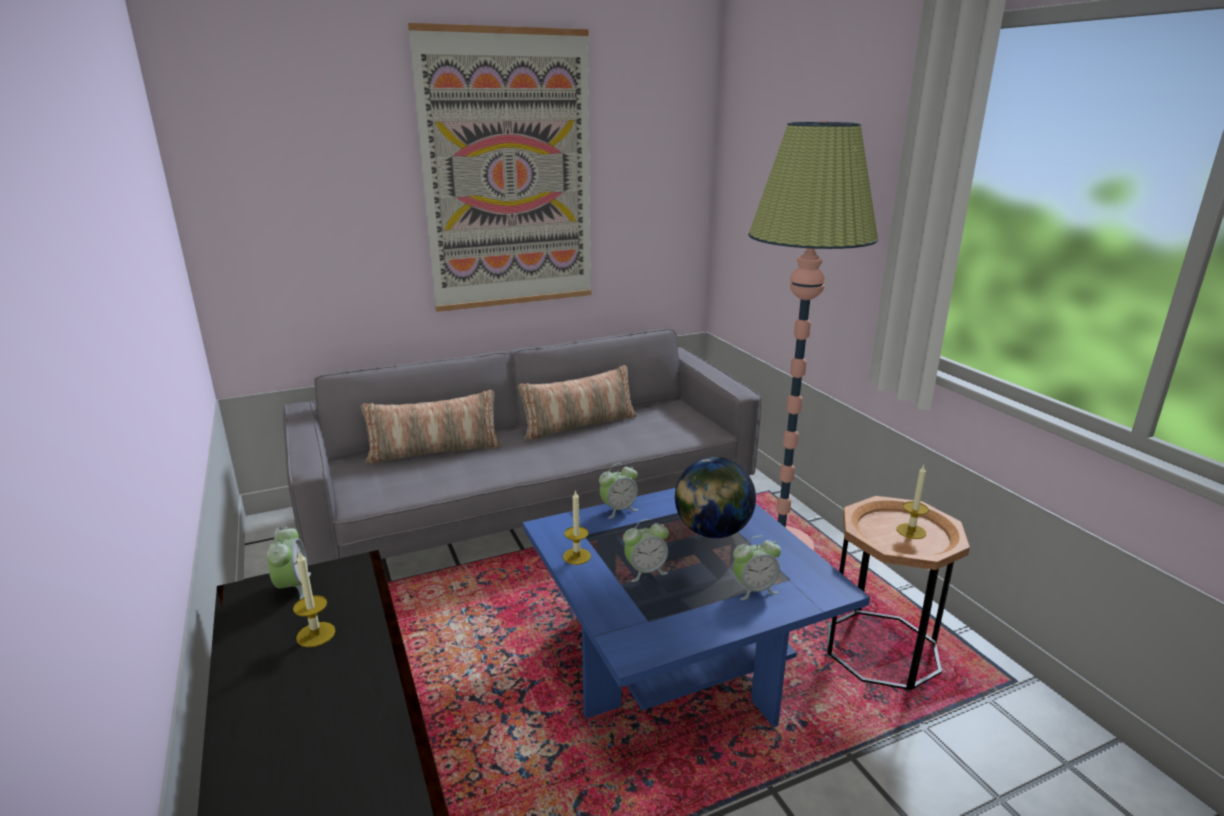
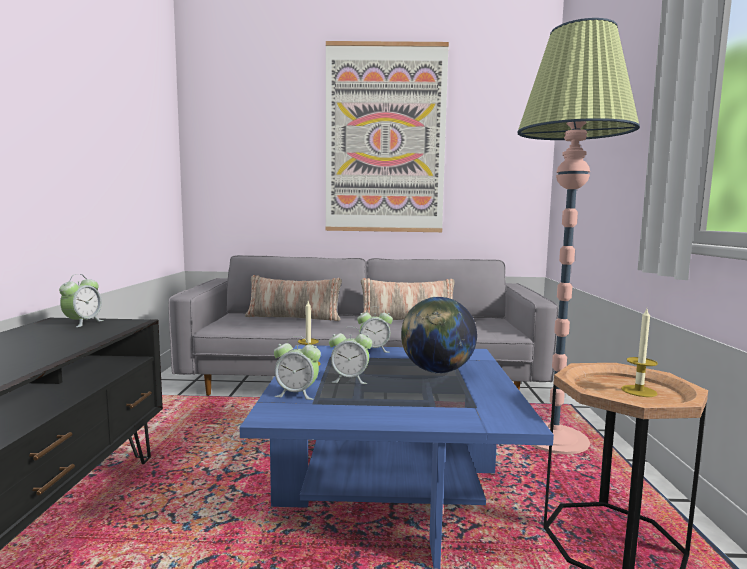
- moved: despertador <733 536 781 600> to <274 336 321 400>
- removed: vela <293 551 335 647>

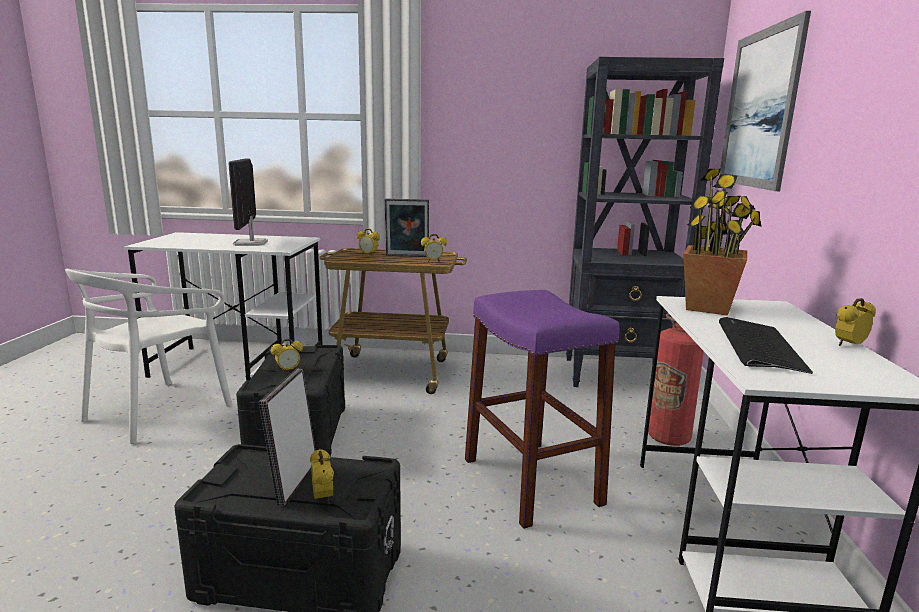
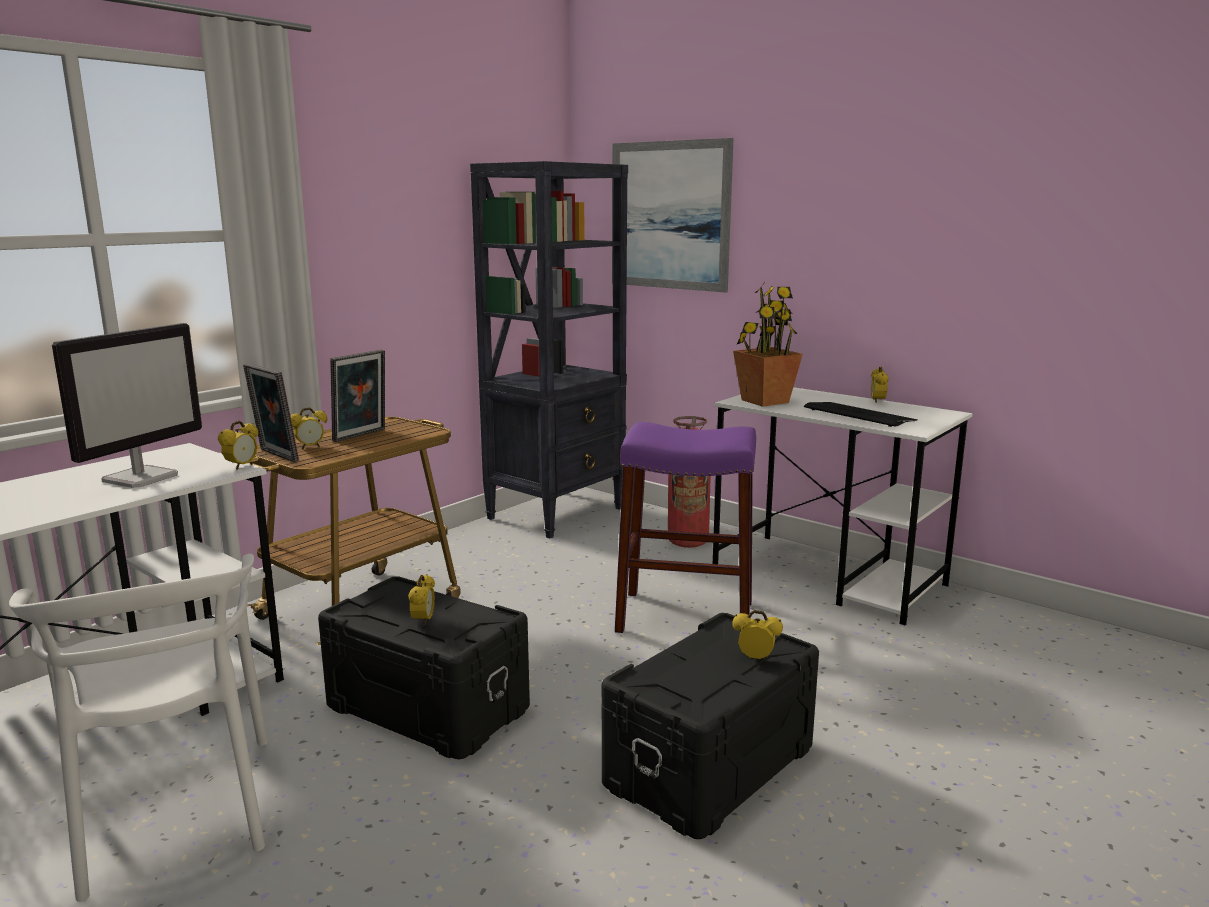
- turned: monitor <228 158 268 246> = <52 323 202 488> 90 degrees counterclockwise
- moved: despertador <421 234 447 262> to <218 420 258 469>
- moved: portarretratos <259 369 316 506> to <243 363 299 462>

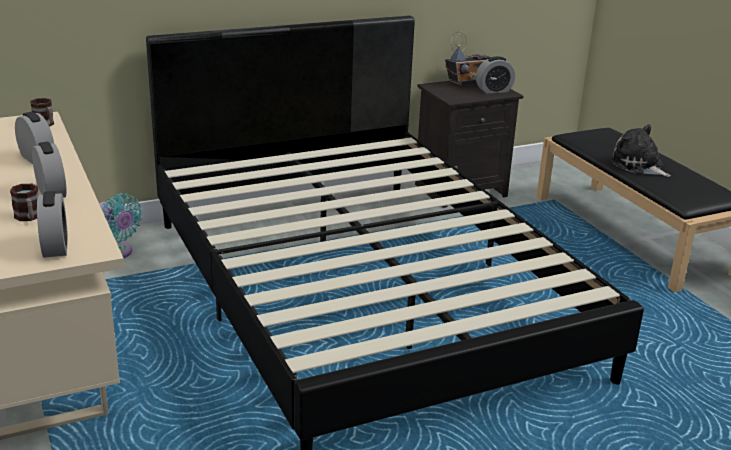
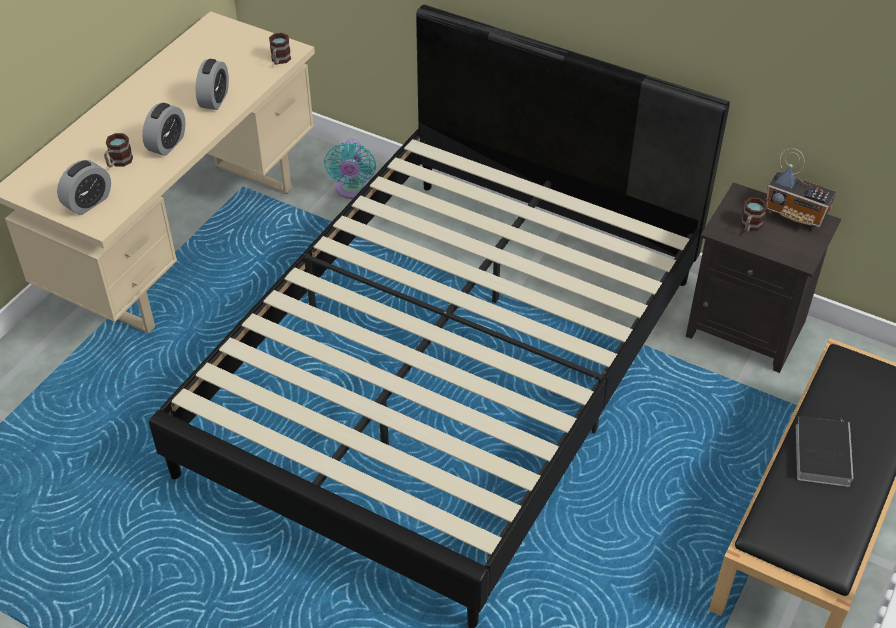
- removed: despertador <476 56 515 93>
- replaced: peluche <610 125 671 177> to libro <796 416 853 487>
- added: taza grande <740 197 767 232>

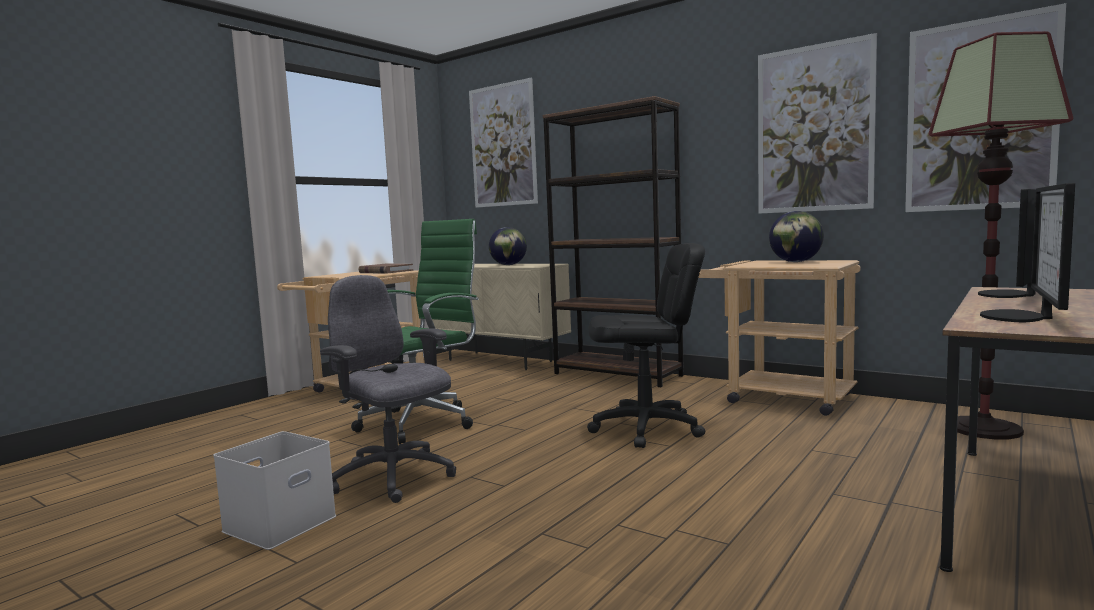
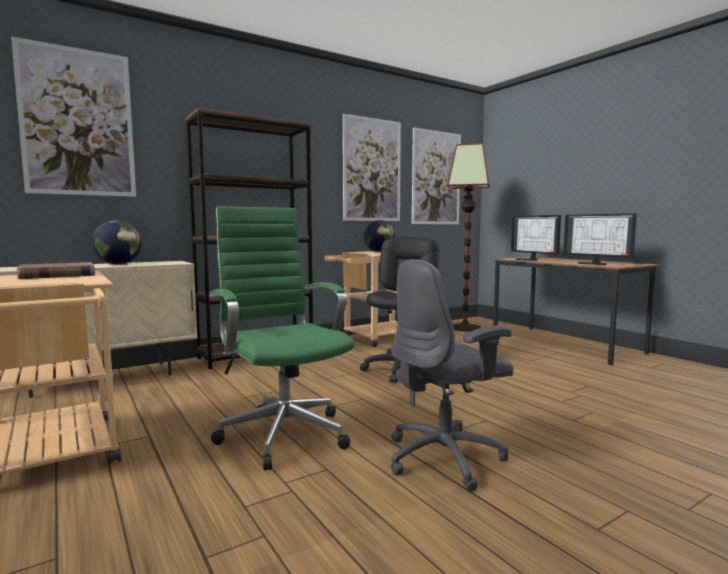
- removed: caja de almacenaje (blanco) <213 431 336 550>

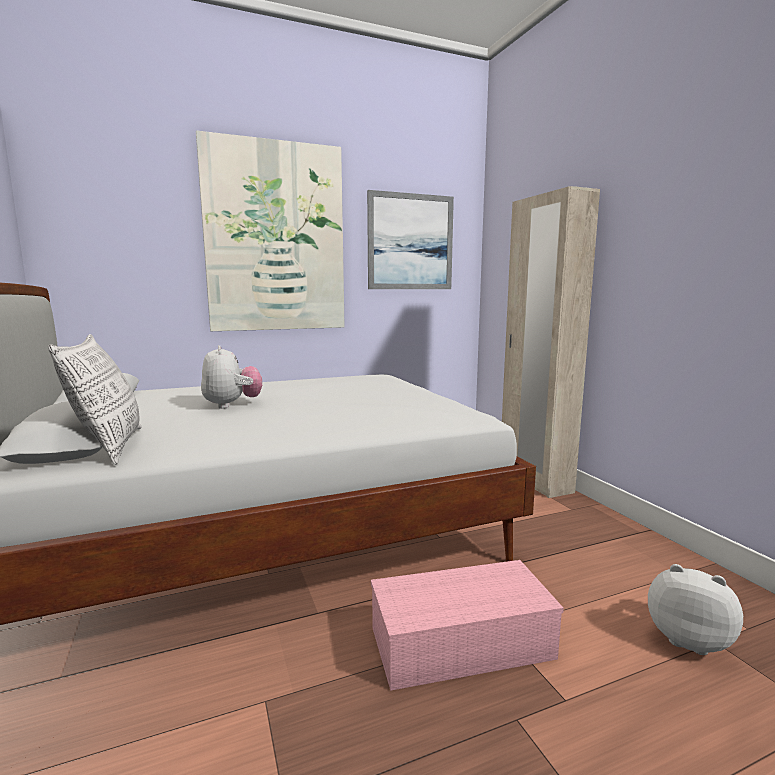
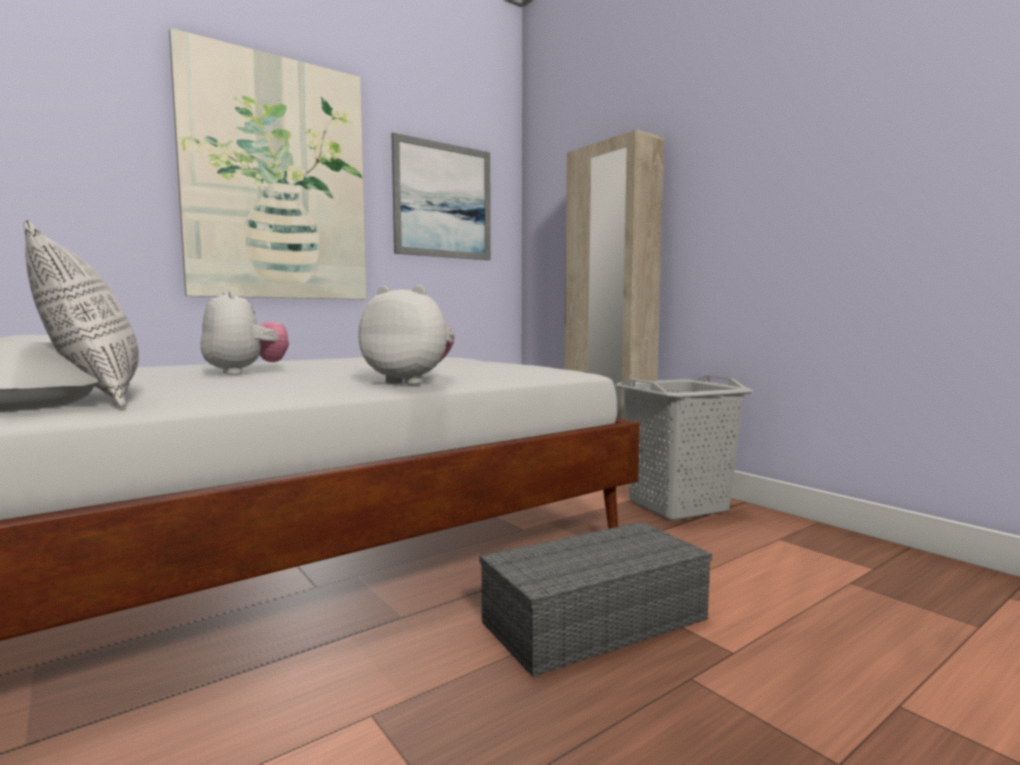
- recoloured: caja de almacenaje (rosa) <371 560 564 691> to caja de almacenaje (gris) <479 522 712 677>
- moved: peluche <648 564 743 655> to <358 285 455 385>
- added: cesto de la ropa (gris) <616 375 753 520>

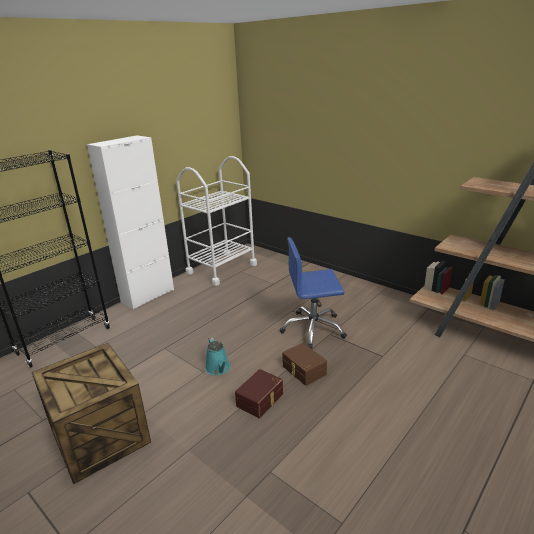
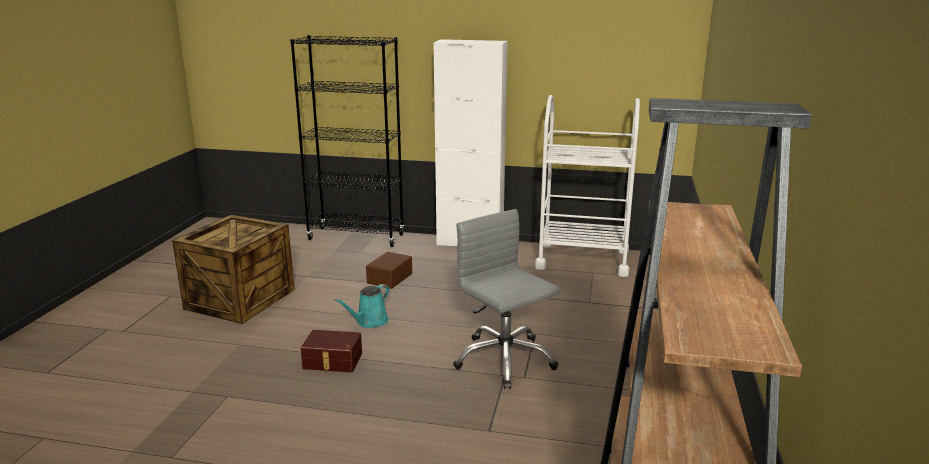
- recoloured: silla de oficina (azul) <280 237 347 349> to silla de oficina (gris) <453 209 560 389>
- moved: caja de almacenaje (marrón) <282 343 327 386> to <366 252 412 289>

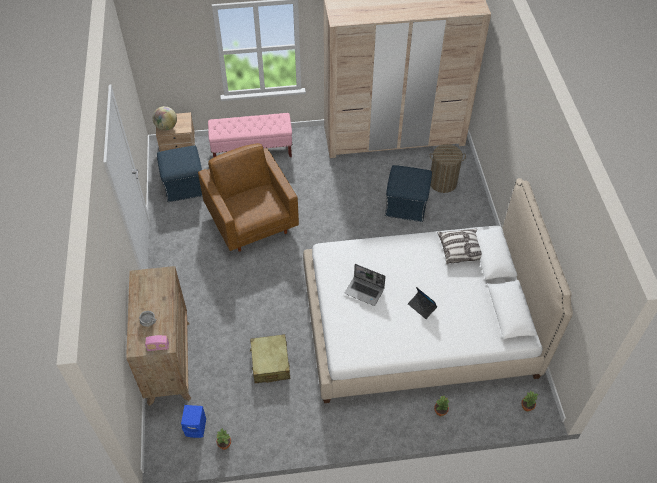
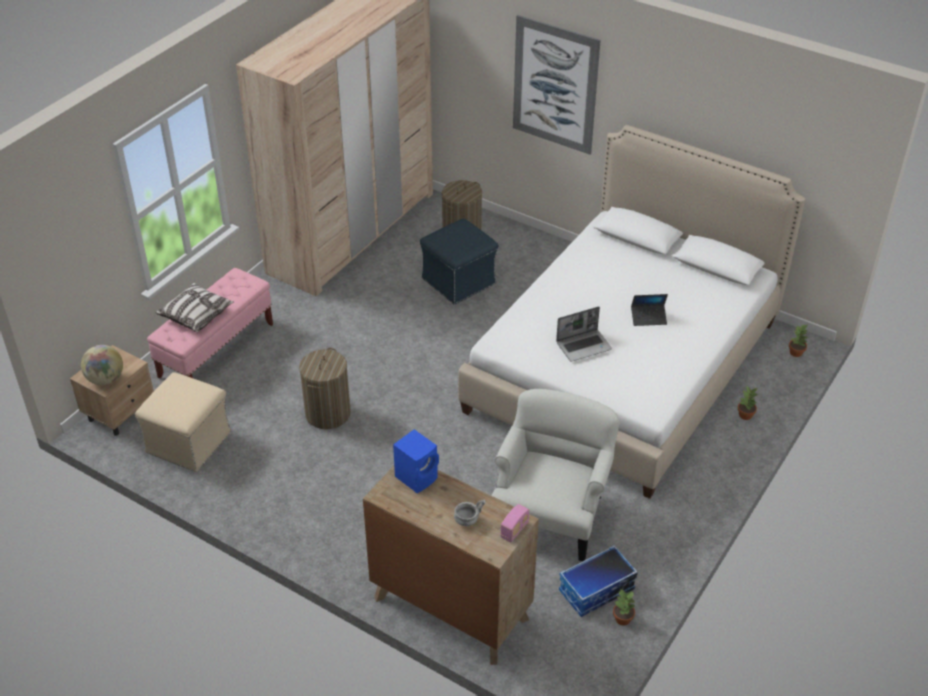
- replaced: sillón (marrón) <198 143 299 252> to cesto de la ropa <299 348 351 429>
- recoloured: puf (azul) <157 145 202 202> to puf (beis) <135 372 231 472>
- moved: cojín <437 228 482 264> to <155 283 234 333>
- replaced: maleta (beis) <250 334 290 383> to sillón (blanco) <492 389 620 561>
- moved: altavoz (azul) <181 405 206 438> to <393 429 439 493>
- added: cuadro <513 15 601 155>
- added: caja de almacenaje <559 545 638 617>

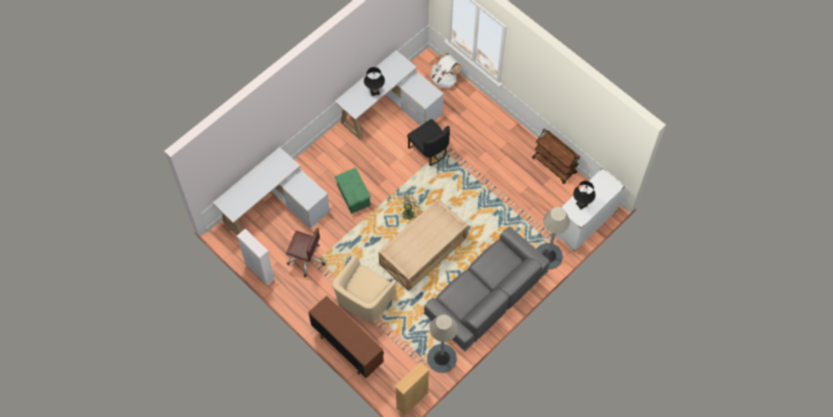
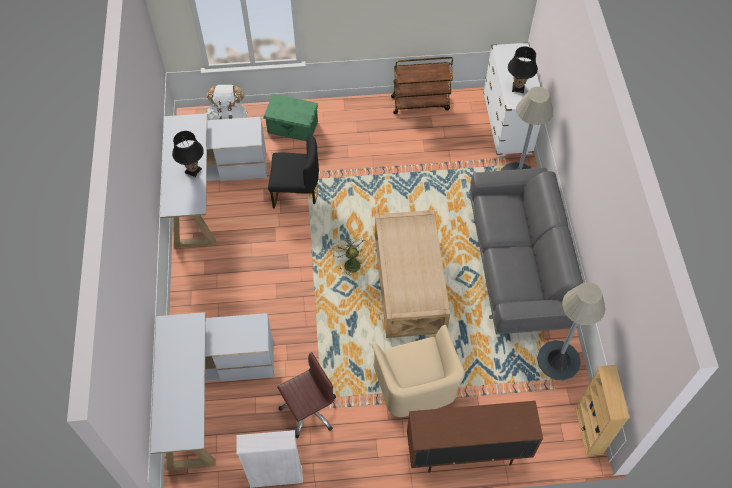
- moved: caja de almacenaje (verde) <335 167 370 214> to <263 94 318 141>

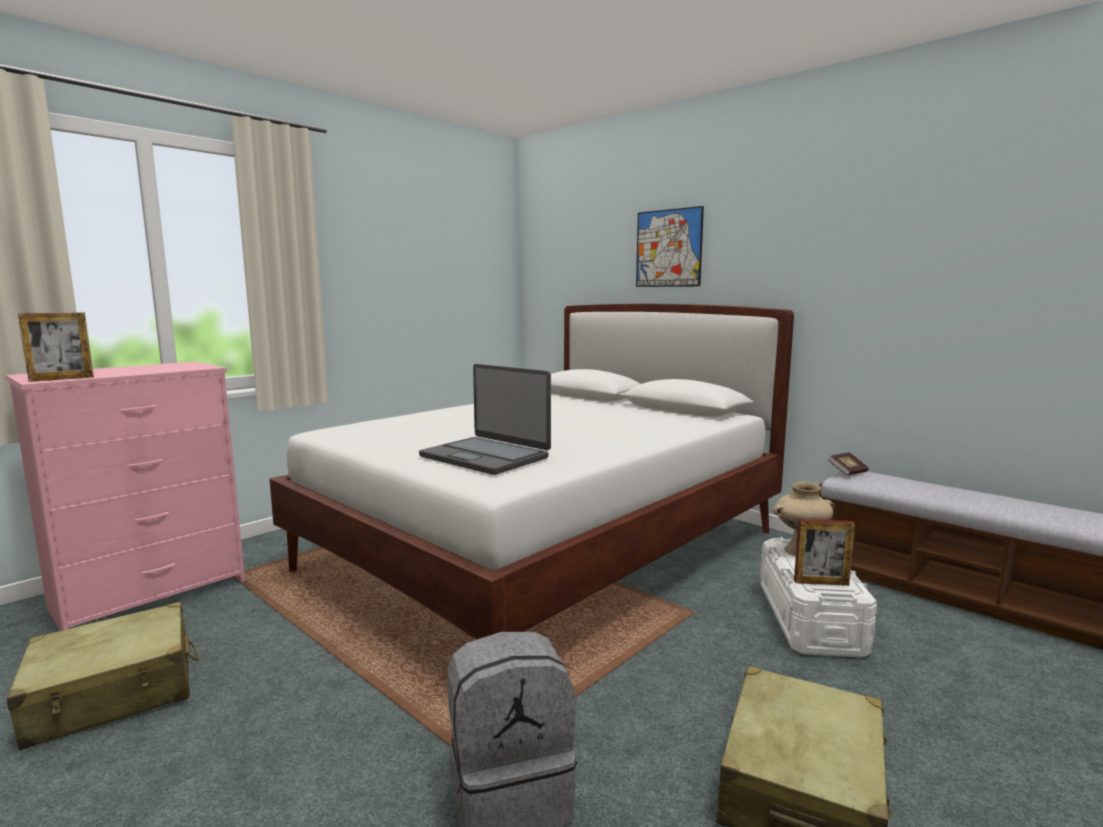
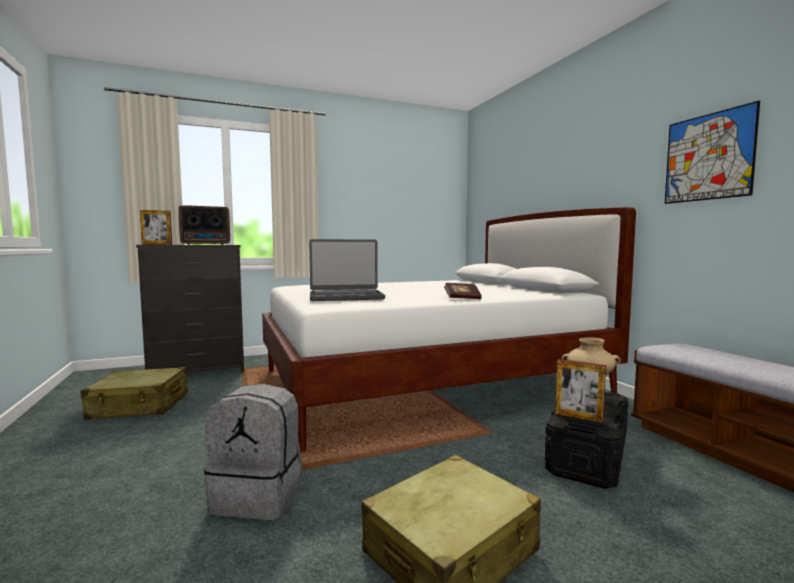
- moved: cuadro <636 206 704 287> to <665 101 760 204>
- recoloured: cómoda (rosa) <6 361 245 631> to cómoda (negro) <136 245 244 373>
- turned: portátil <419 364 551 475> = <309 239 385 301> 75 degrees counterclockwise
- moved: libro <828 453 869 476> to <444 283 482 299>
- recoloured: caja de almacenaje (blanco) <760 537 877 657> to caja de almacenaje (negro) <545 391 628 489>
- added: radio <179 205 230 245>

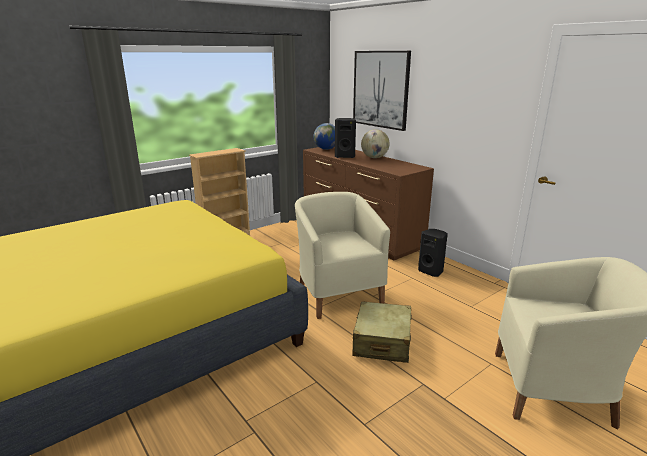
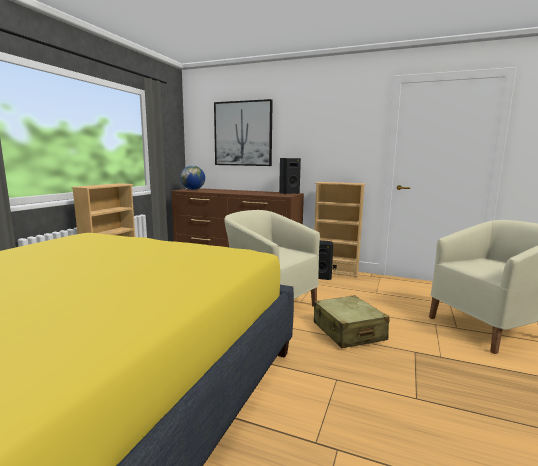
- moved: altavoz (negro) <335 118 356 158> to <279 158 301 194>
- removed: globo terráqueo <361 129 390 158>
- added: estantería (beis) <315 182 365 277>

